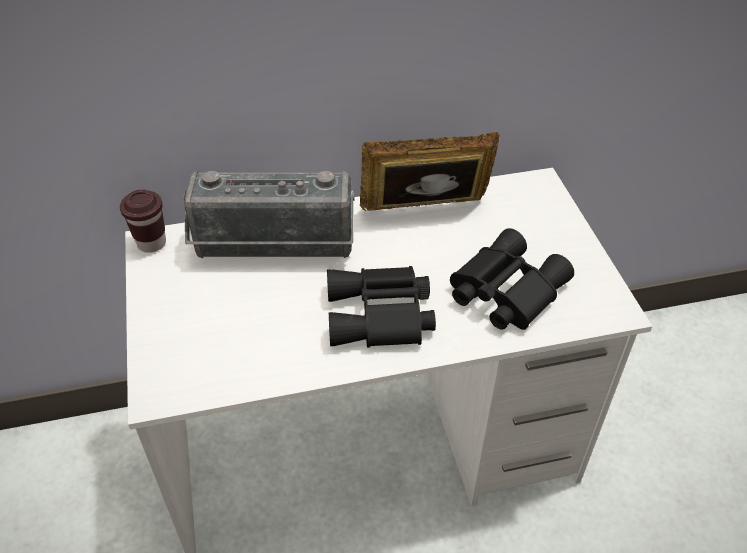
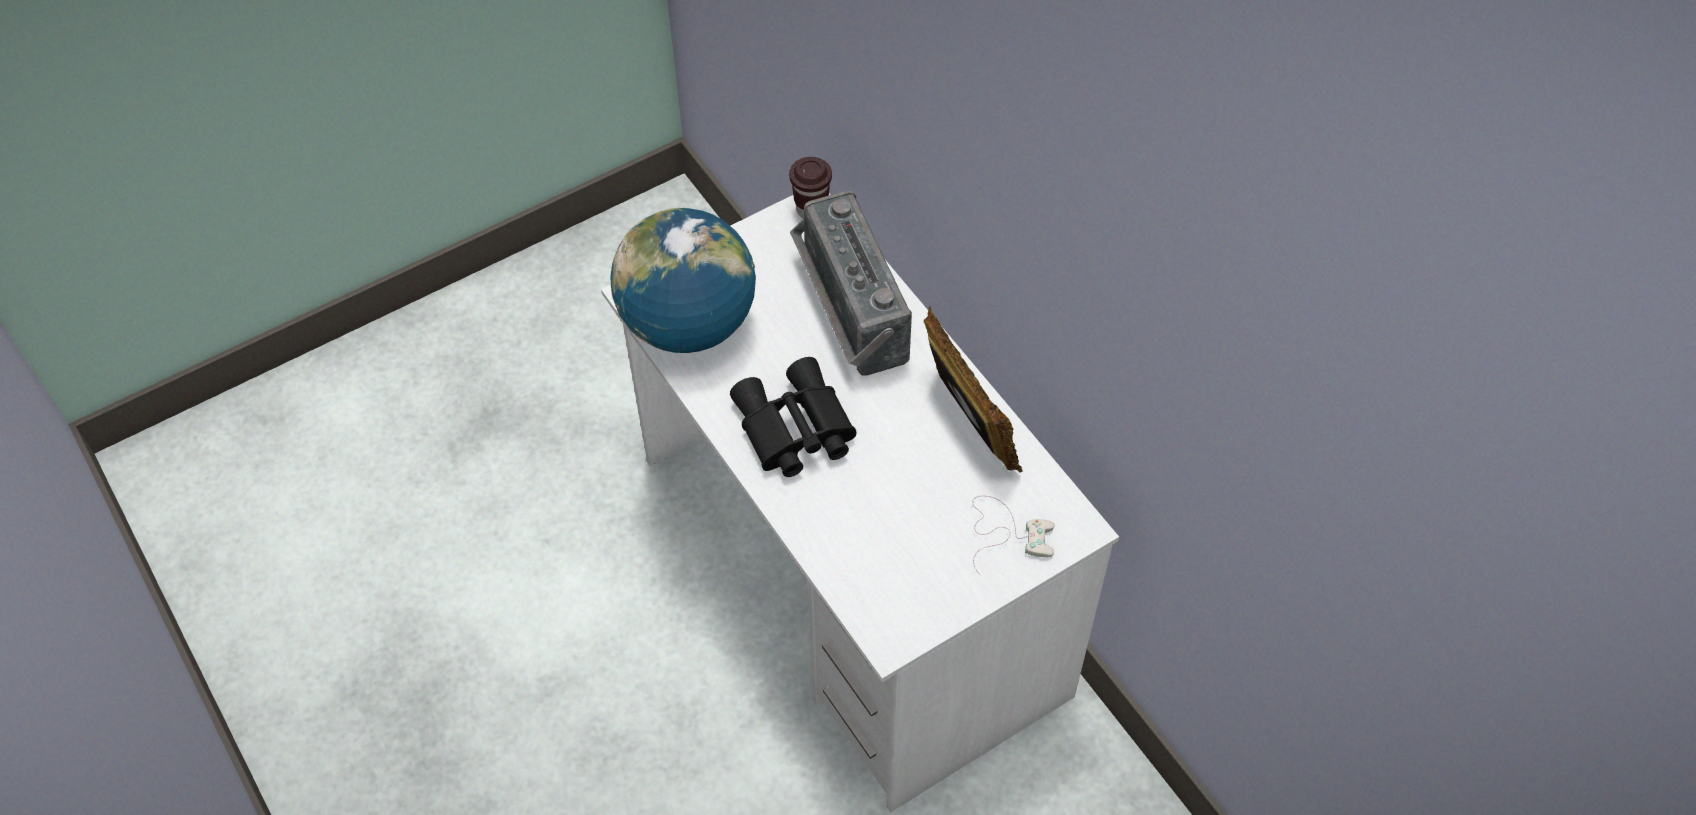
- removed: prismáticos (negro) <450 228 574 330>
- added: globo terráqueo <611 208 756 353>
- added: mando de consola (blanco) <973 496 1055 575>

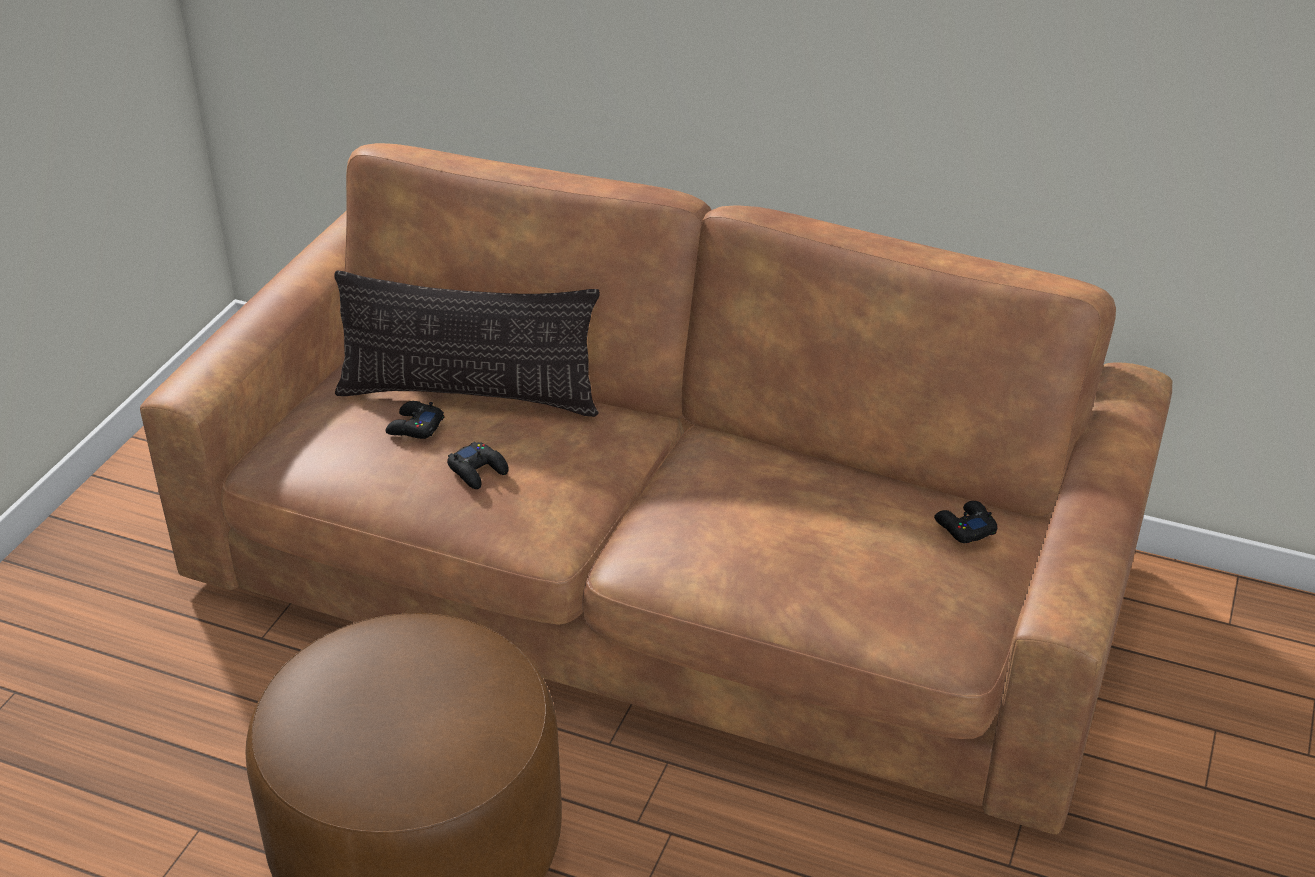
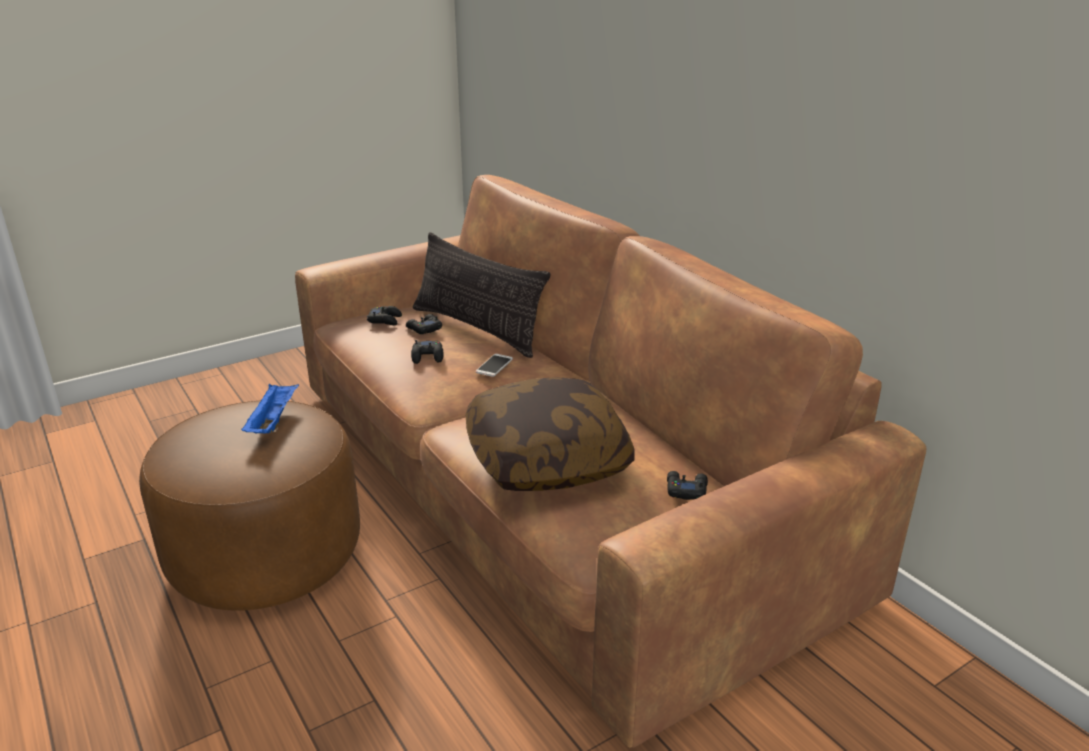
- added: mando de consola (negro) <367 306 402 325>
- added: móvil <476 354 513 377>
- added: cojín <466 377 635 491>
- added: bandeja (azul) <241 384 299 434>

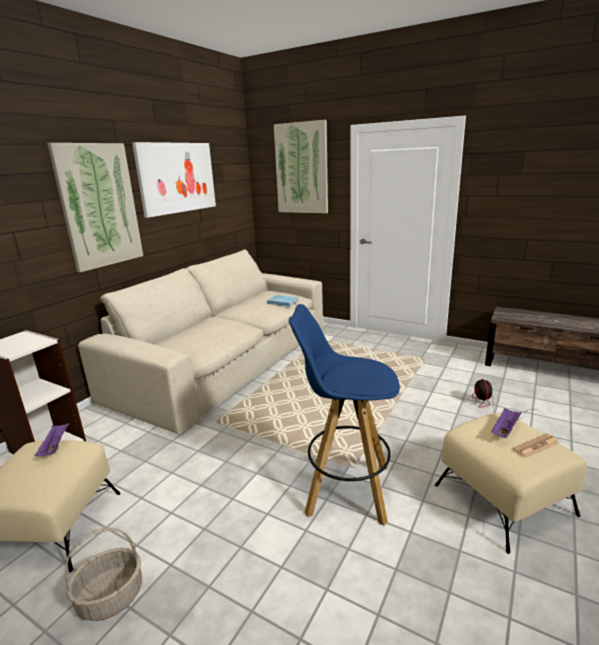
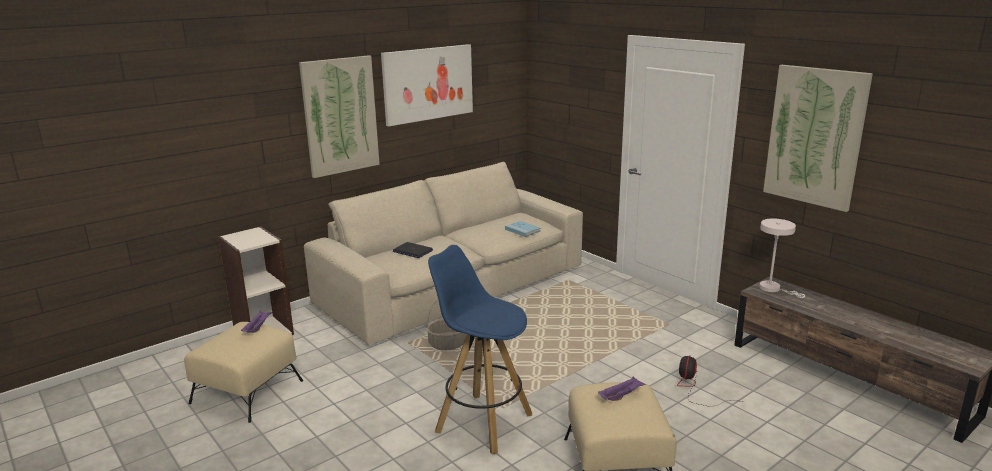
- moved: cuadro <274 120 328 213> to <763 65 873 212>
- removed: periódico <513 433 559 458>
- moved: cesta <65 527 142 621> to <426 300 466 350>
- added: lámpara de mesa (blanco) <759 218 805 298>
- added: portátil <393 242 433 258>

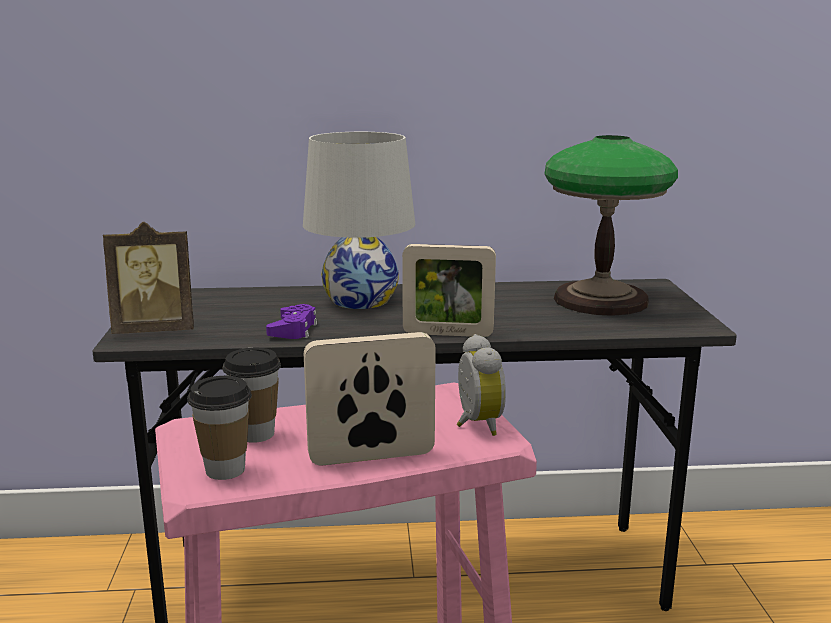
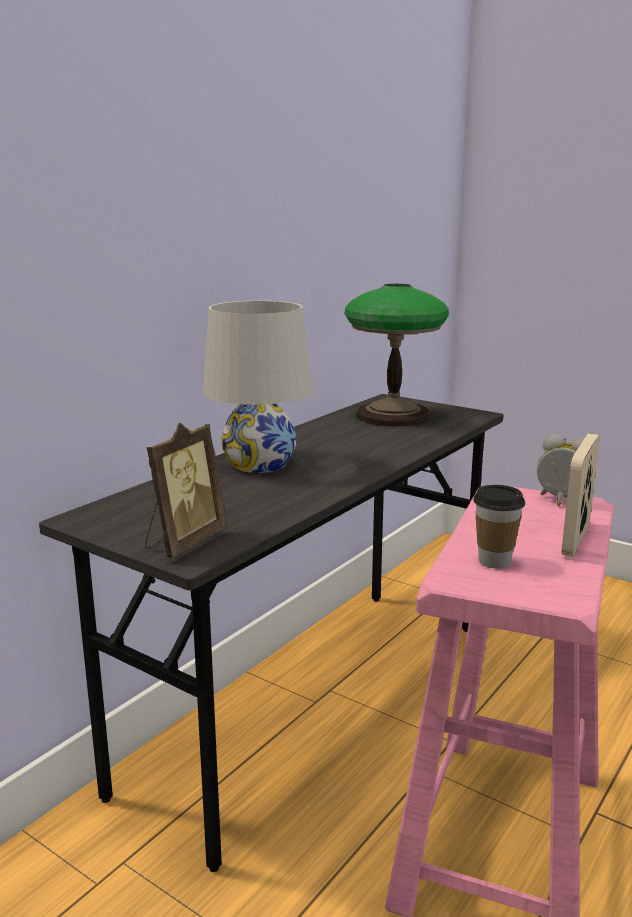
- removed: portarretratos <402 244 496 337>
- removed: mando de consola (morado) <266 304 317 339>
- removed: taza <187 376 252 480>

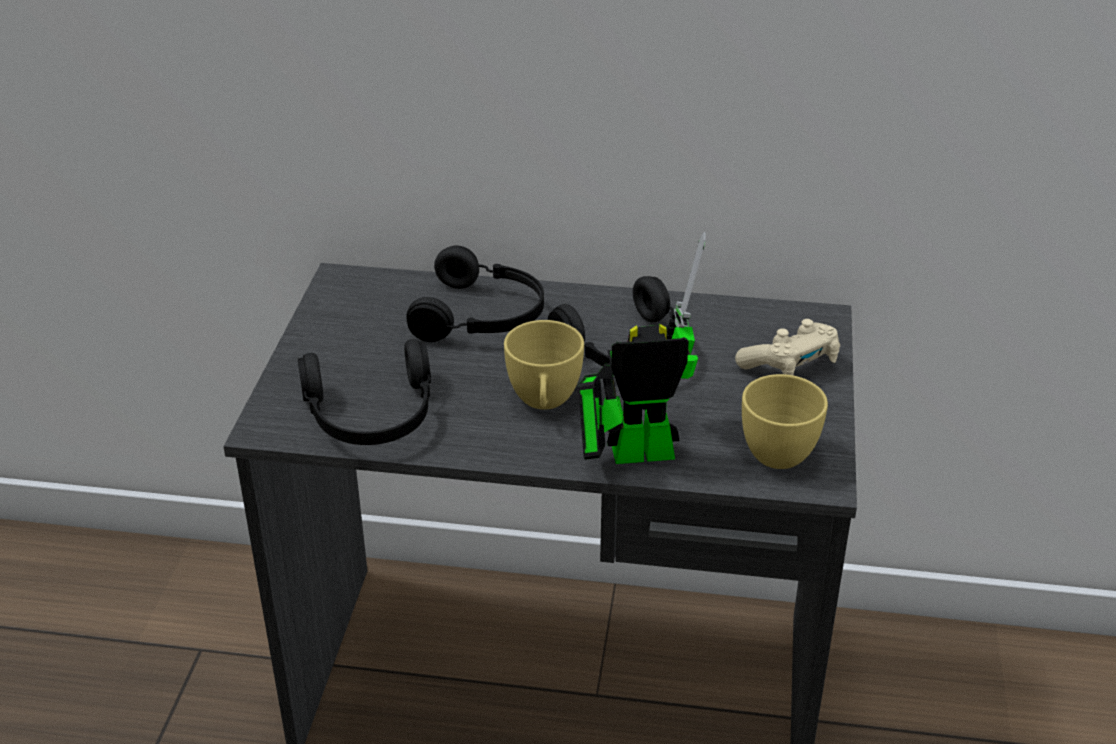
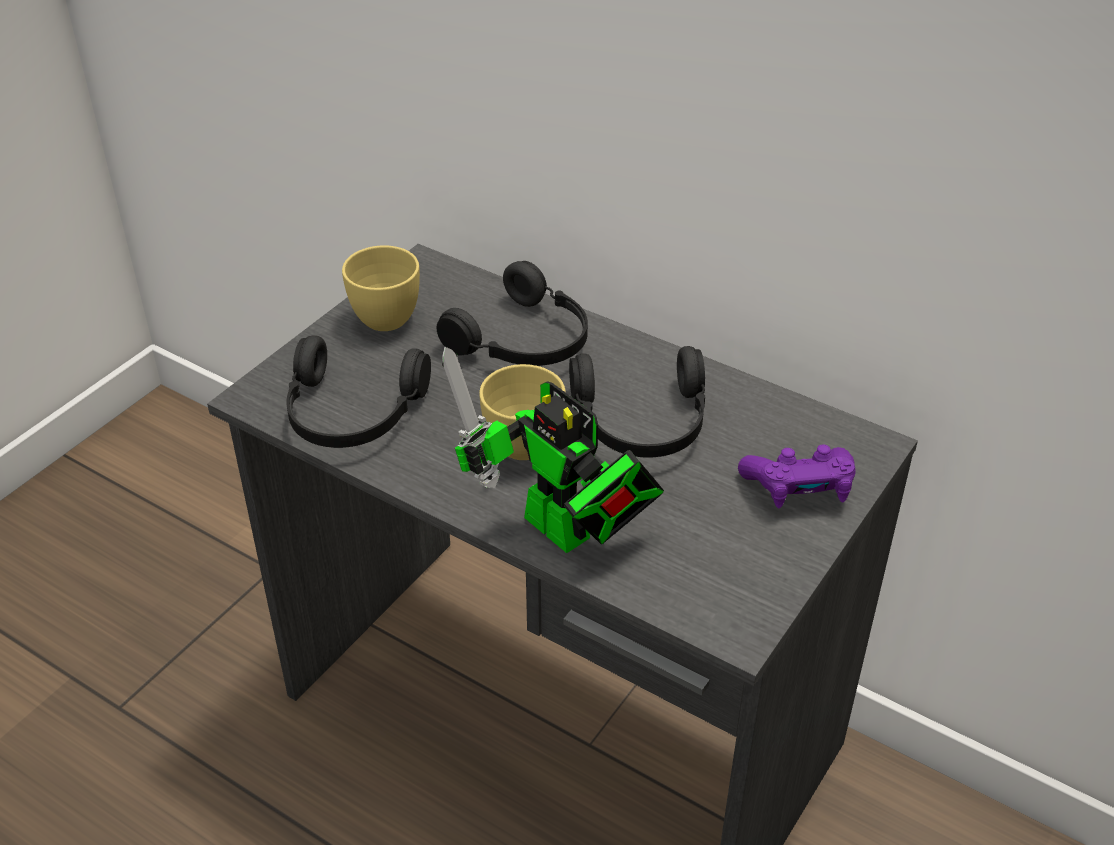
- turned: robot de juguete <578 232 706 464> = <442 346 664 553> 150 degrees counterclockwise
- recoloured: mando de consola (beis) <735 319 840 375> to mando de consola (morado) <738 444 856 508>
- moved: taza (amarillo) <742 374 828 469> to <342 245 420 331>

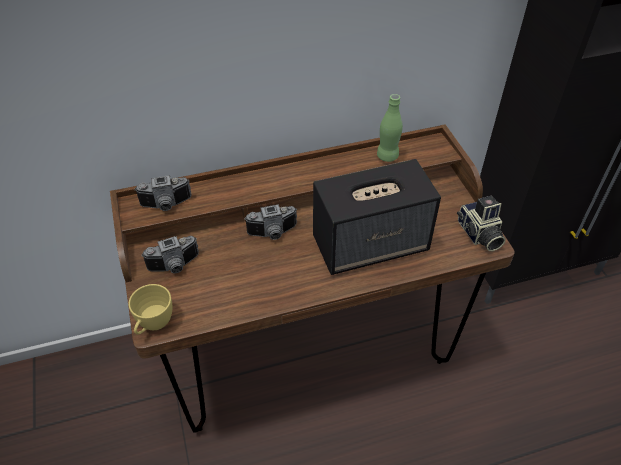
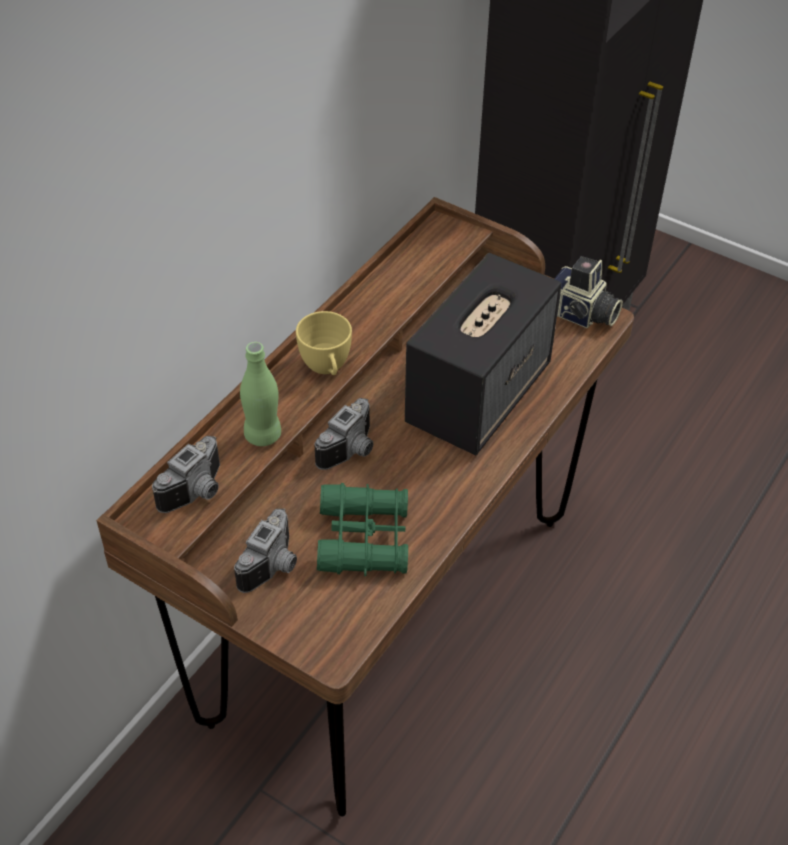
- moved: botella (verde) <377 94 403 162> to <240 342 281 446>
- moved: taza (amarillo) <128 284 172 335> to <296 311 352 375>
- added: prismáticos (verde) <317 483 408 576>

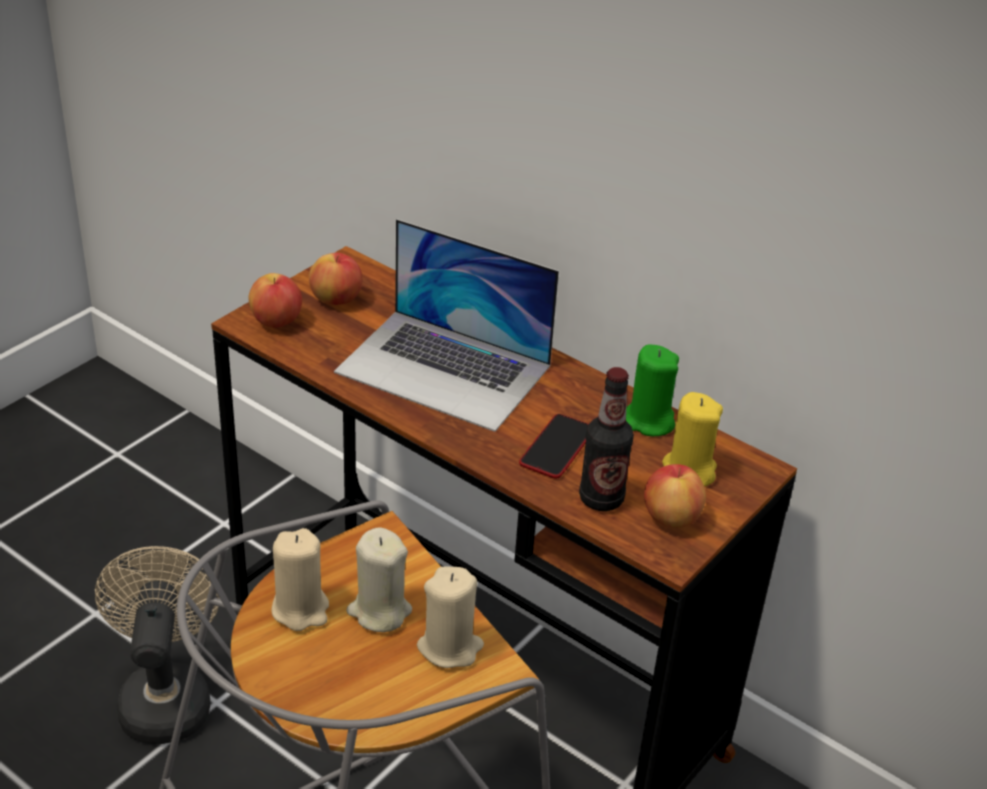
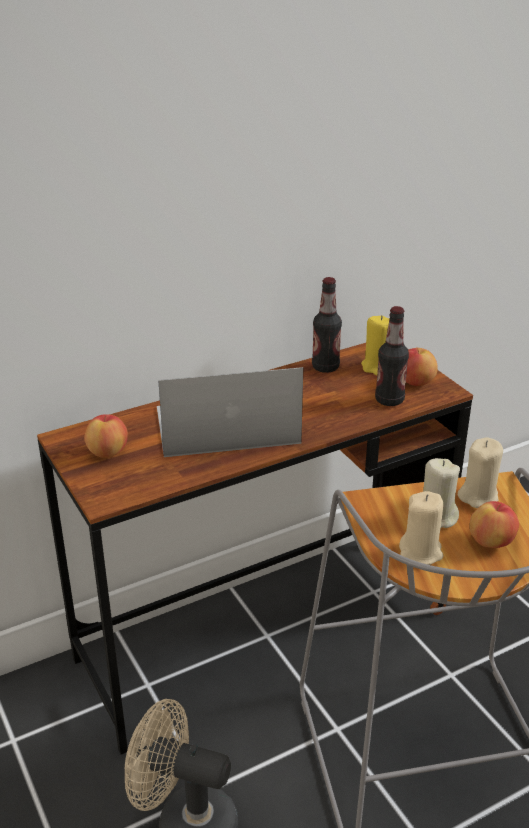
- turned: portátil <334 219 559 432> = <157 367 303 457> 150 degrees counterclockwise
- moved: manzana <248 273 302 328> to <469 501 519 548>
- replaced: vela (verde) <626 344 679 436> to botella <312 277 342 373>
- removed: móvil <519 414 589 479>

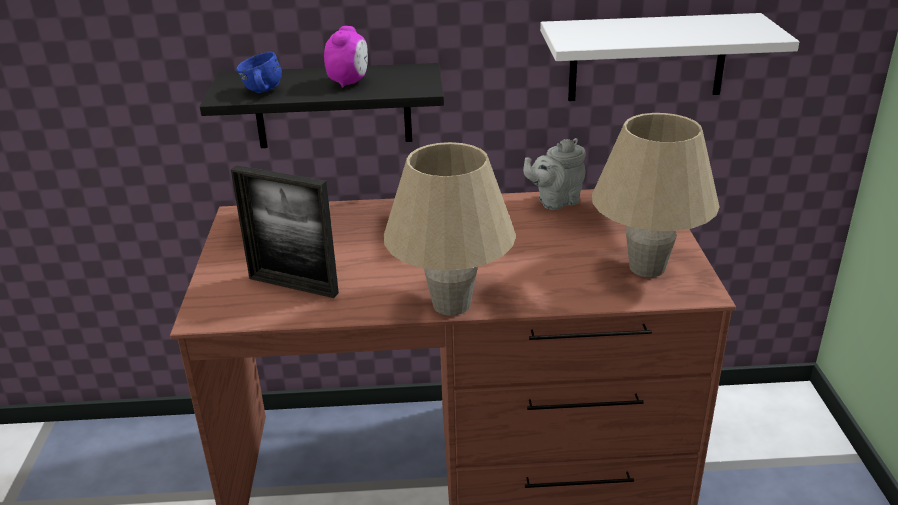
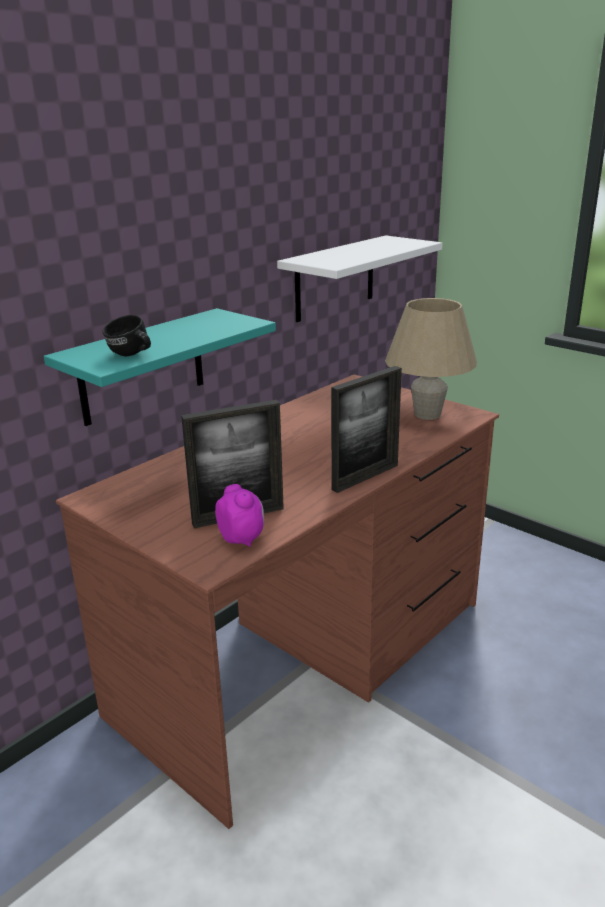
- moved: despertador <324 26 368 88> to <215 484 264 547>
- recoloured: taza grande (azul) <236 51 282 93> to taza grande (negro) <102 315 151 356>
- recoloured: estante (negro) <200 63 444 148> to estante (turquesa) <44 308 276 426>
- removed: tetera (gris) <523 138 586 210>
- replaced: lámpara de mesa (beis) <384 142 516 316> to portarretratos <331 366 402 493>

